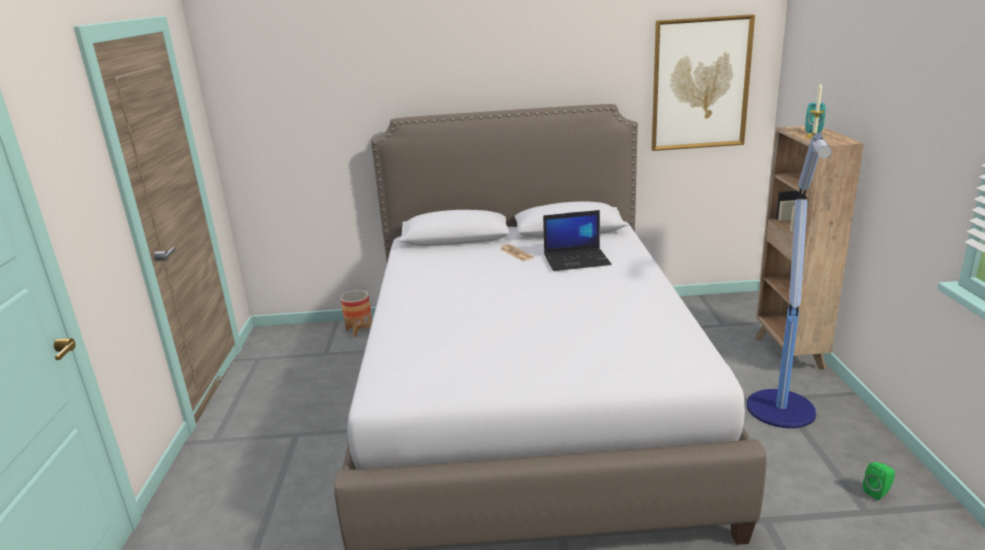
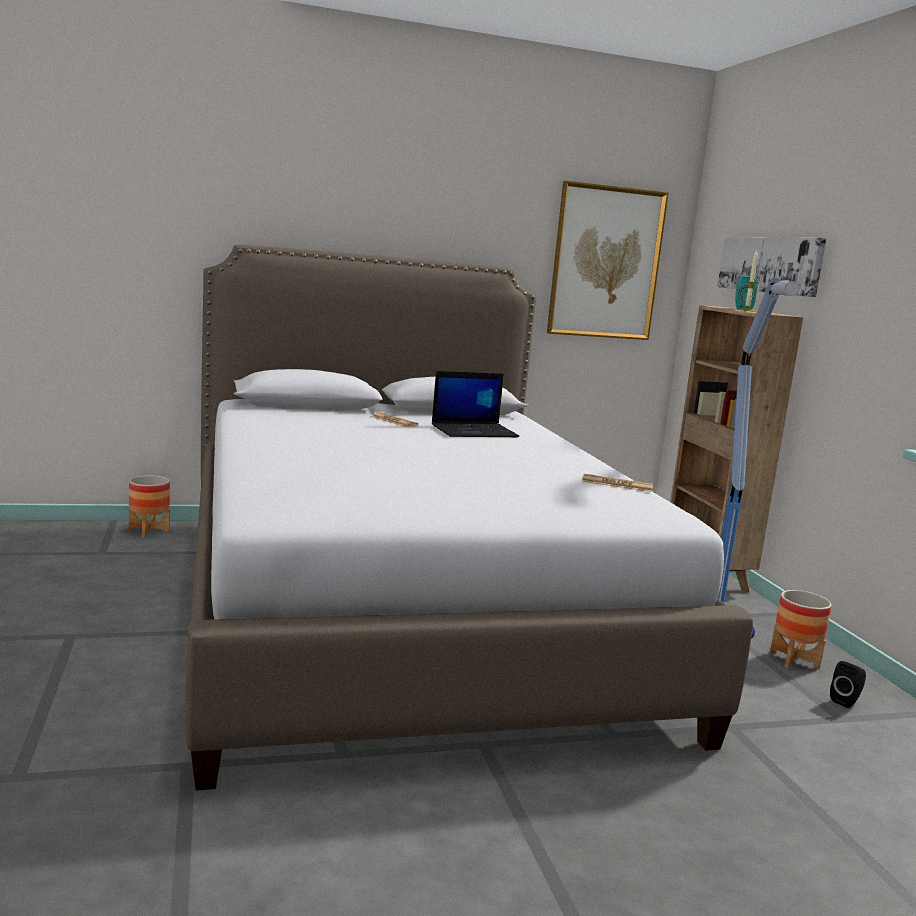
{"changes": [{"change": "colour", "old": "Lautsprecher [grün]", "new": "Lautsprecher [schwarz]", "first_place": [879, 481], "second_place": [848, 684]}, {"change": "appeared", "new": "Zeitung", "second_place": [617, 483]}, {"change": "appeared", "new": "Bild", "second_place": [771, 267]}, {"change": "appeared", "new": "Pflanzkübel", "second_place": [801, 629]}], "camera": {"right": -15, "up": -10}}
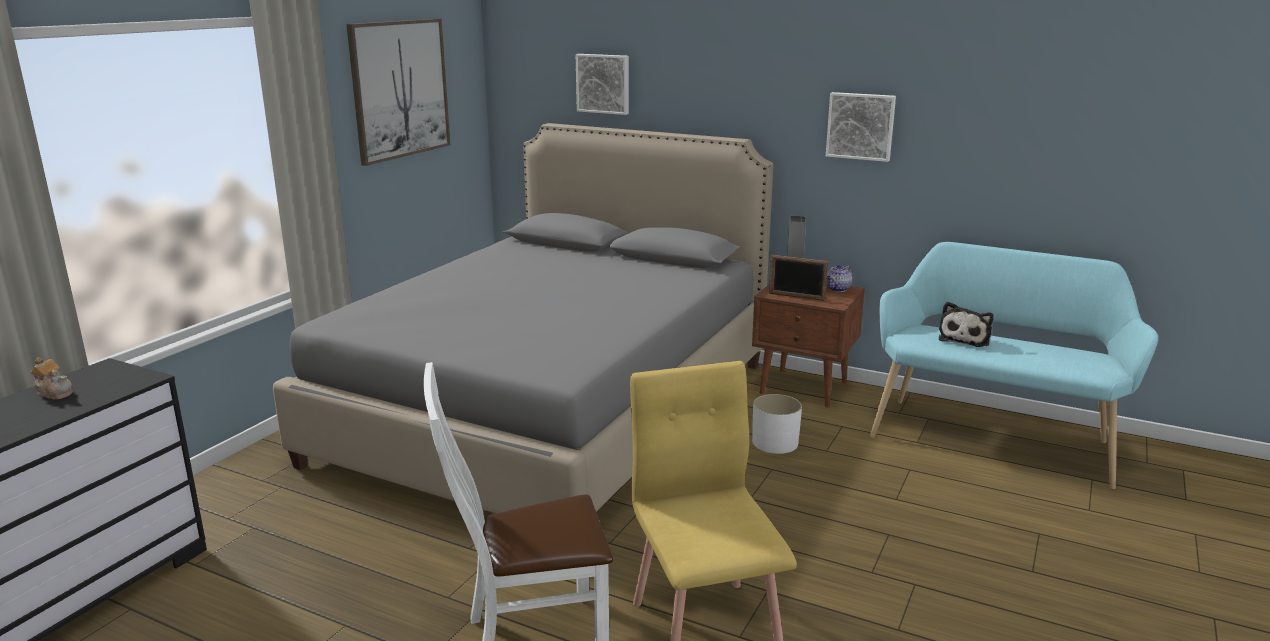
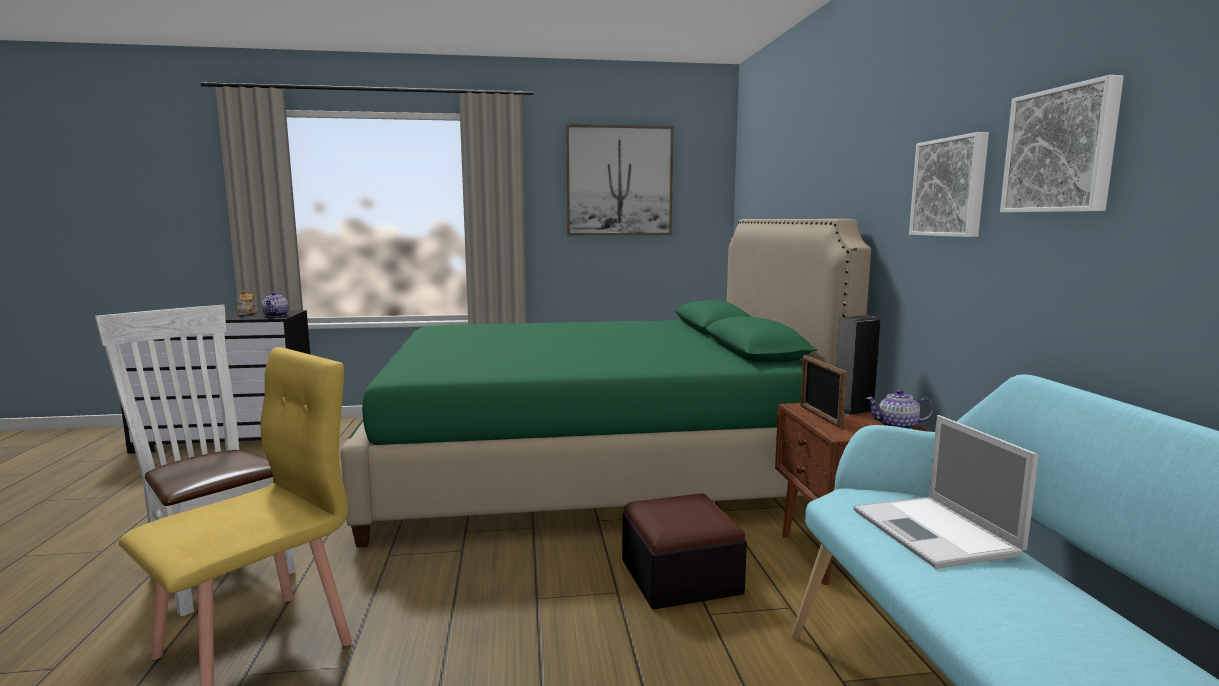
{"changes": [{"change": "colour", "old": "Bett [grau]", "new": "Bett [grün]", "first_place": [523, 318], "second_place": [605, 383]}, {"change": "relocated", "old": "Bild", "first_place": [602, 84], "second_place": [1062, 144]}, {"change": "exchanged", "old": "Pflanzkübel [weiß]", "new": "Polsterhocker", "first_place": [777, 424], "second_place": [684, 551]}, {"change": "exchanged", "old": "Plüschtier", "new": "Laptop", "first_place": [966, 324], "second_place": [946, 492]}, {"change": "appeared", "new": "Teekanne", "second_place": [275, 304]}], "camera": {"right": 55, "up": -10}}
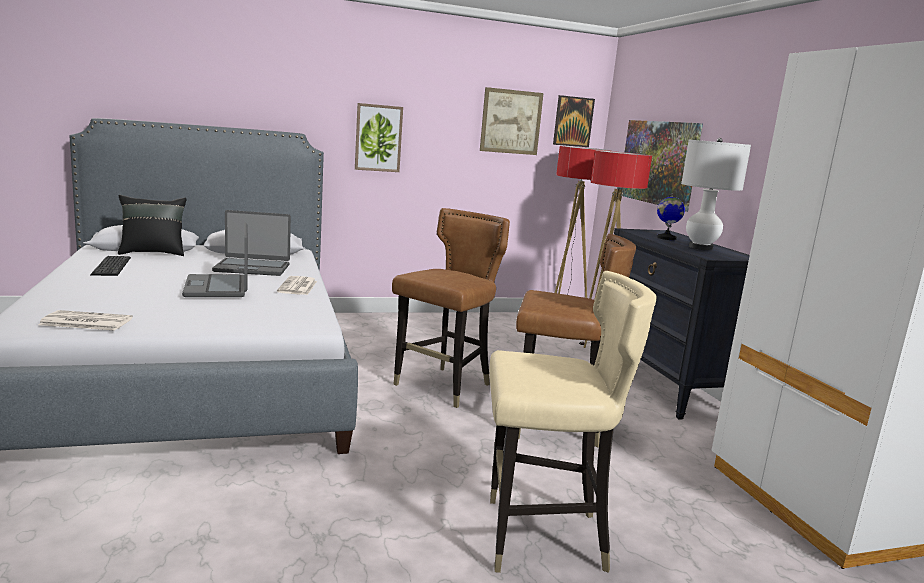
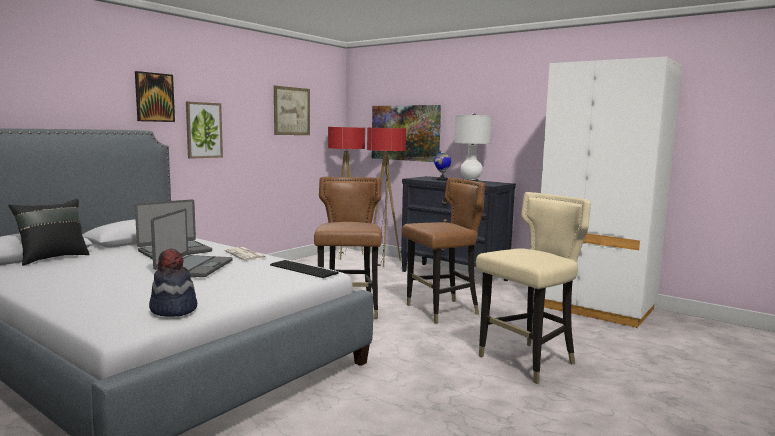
{"changes": [{"change": "exchanged", "old": "Zeitung", "new": "Hut", "first_place": [86, 320], "second_place": [173, 283]}, {"change": "relocated", "old": "Tastatur", "first_place": [110, 266], "second_place": [304, 269]}, {"change": "spun", "old": "Laptop", "first_place": [215, 260], "second_place": [192, 243], "degrees": -120}, {"change": "relocated", "old": "Bild", "first_place": [574, 121], "second_place": [155, 96]}], "camera": {"right": -35, "up": -5}}
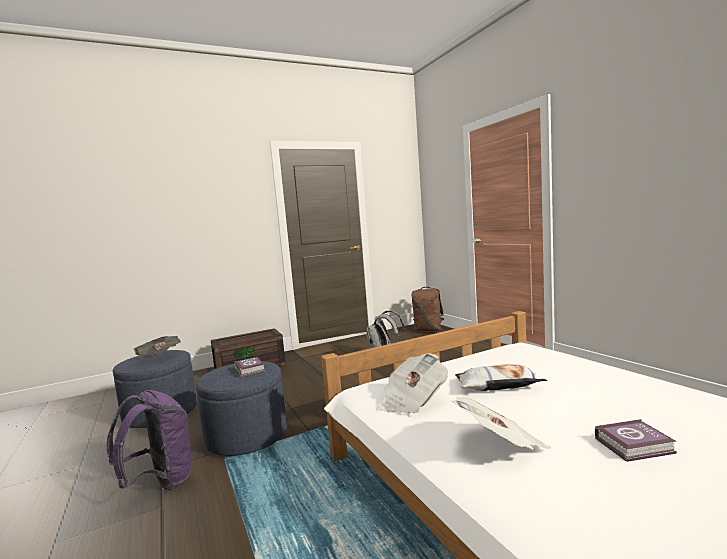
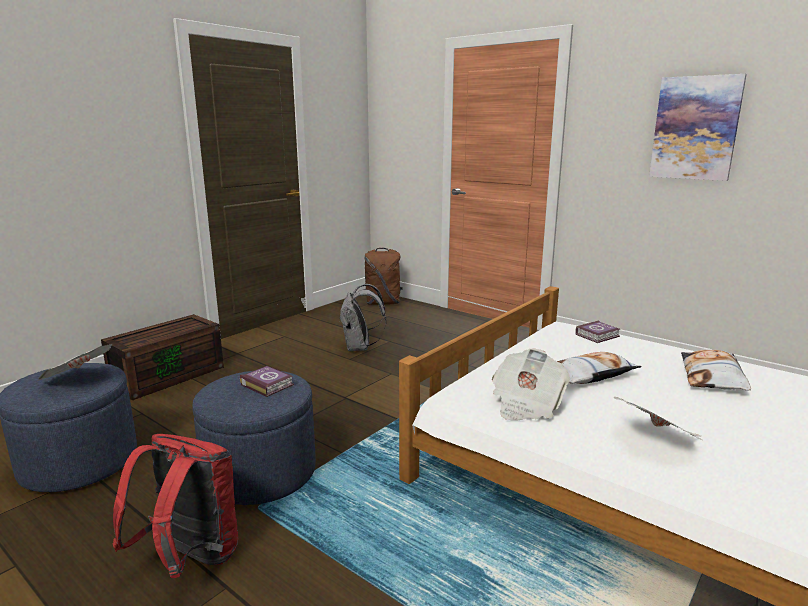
{"changes": [{"change": "colour", "old": "Rucksack [lila]", "new": "Rucksack [rot]", "first_place": [149, 440], "second_place": [175, 506]}, {"change": "relocated", "old": "Buch", "first_place": [636, 440], "second_place": [597, 332]}, {"change": "appeared", "new": "Bild", "second_place": [698, 127]}, {"change": "appeared", "new": "Kissen", "second_place": [716, 370]}], "camera": {"right": -25, "up": 10}}
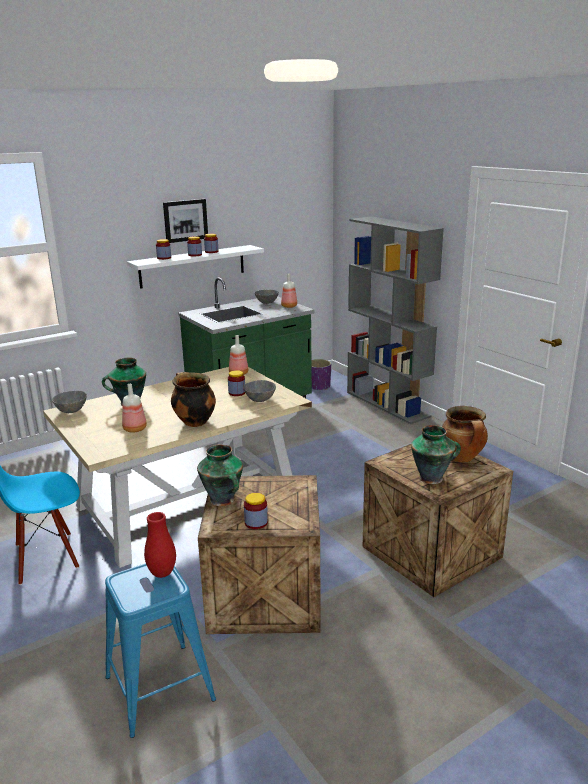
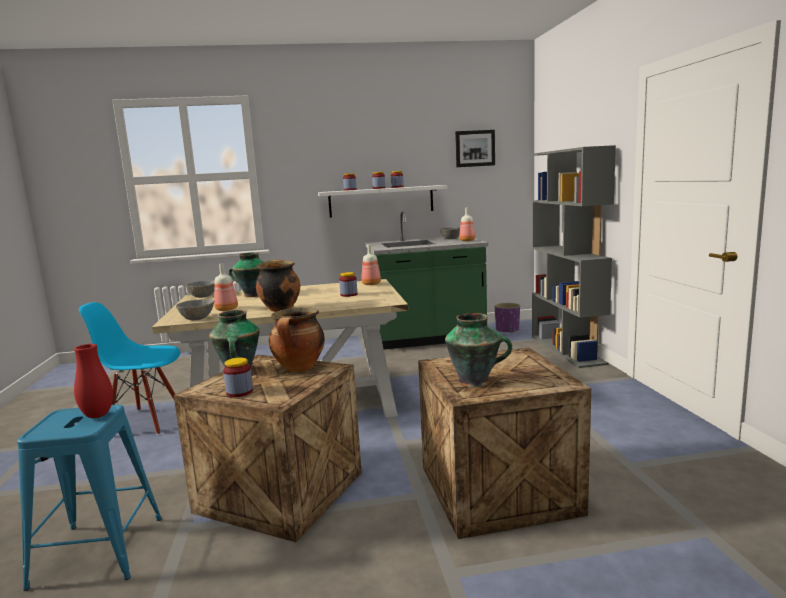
{"changes": [{"change": "relocated", "old": "Bild", "first_place": [185, 221], "second_place": [475, 148]}, {"change": "relocated", "old": "Schüssel [grau]", "first_place": [259, 391], "second_place": [195, 309]}, {"change": "relocated", "old": "Kochtopf", "first_place": [465, 434], "second_place": [297, 339]}], "camera": {"right": 25, "up": -10}}
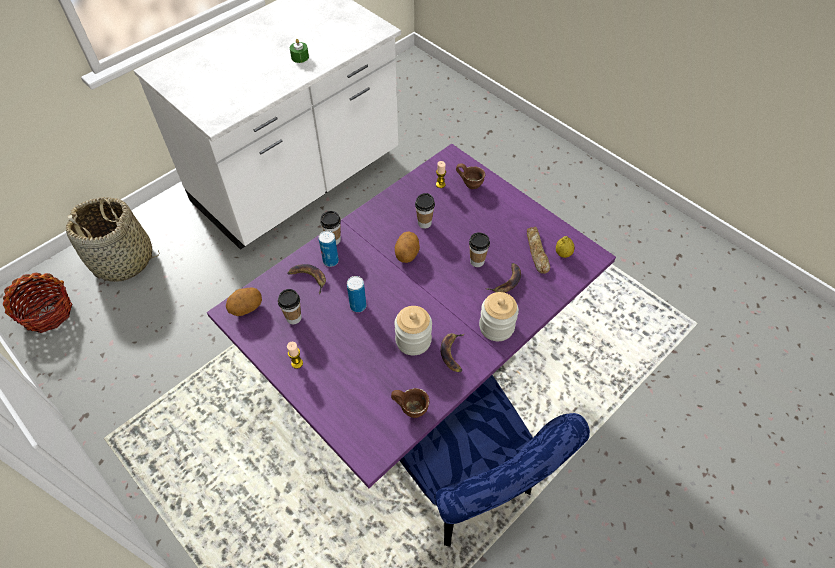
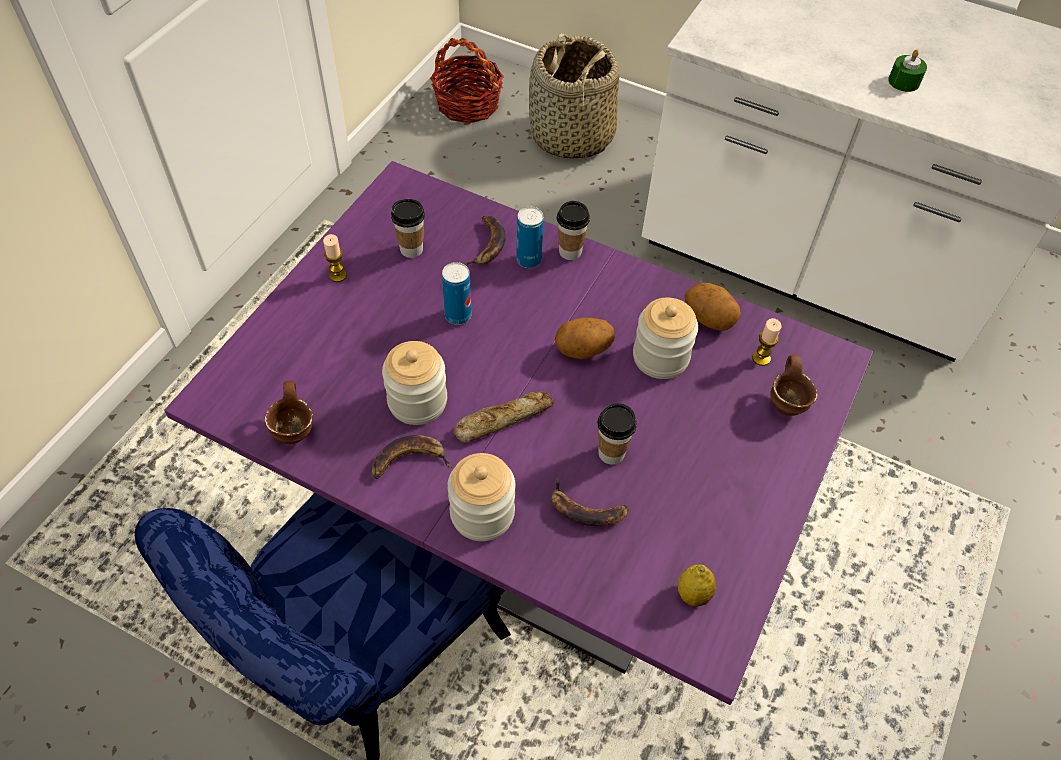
{"changes": [{"change": "relocated", "old": "Kartoffel", "first_place": [244, 301], "second_place": [712, 307]}, {"change": "exchanged", "old": "Tasse", "new": "Vorratsglas", "first_place": [425, 211], "second_place": [665, 338]}, {"change": "relocated", "old": "Brot", "first_place": [538, 250], "second_place": [503, 417]}], "camera": {"right": 70, "up": 0}}
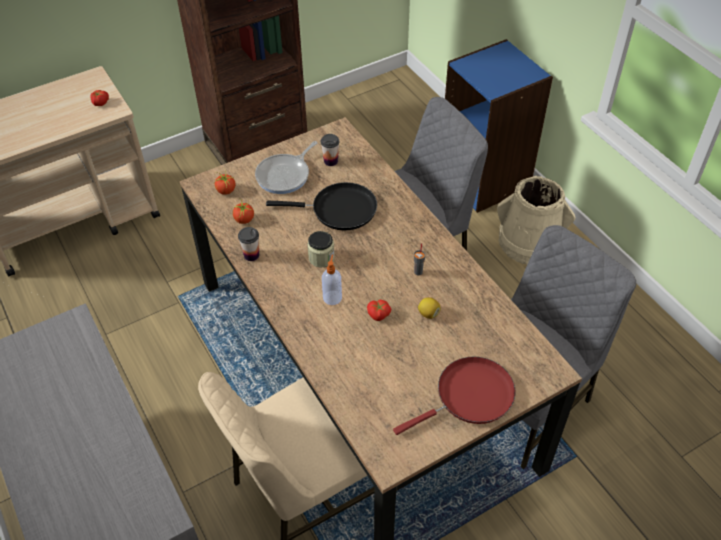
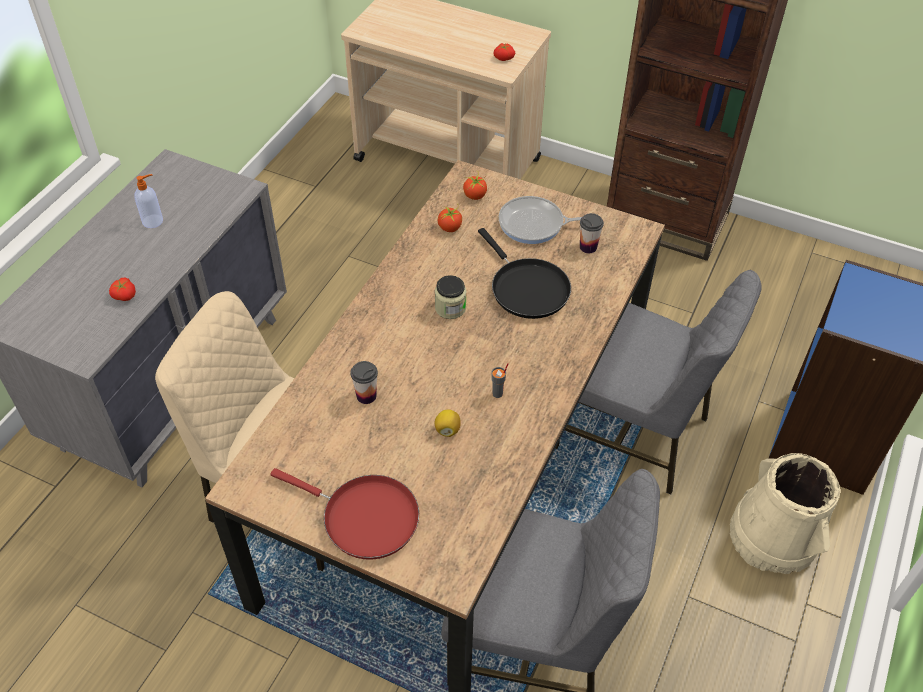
{"changes": [{"change": "relocated", "old": "Tasse", "first_place": [248, 244], "second_place": [364, 382]}, {"change": "relocated", "old": "Seifenspender", "first_place": [332, 280], "second_place": [148, 201]}, {"change": "relocated", "old": "Tomate", "first_place": [379, 310], "second_place": [122, 289]}], "camera": {"right": 55, "up": 0}}
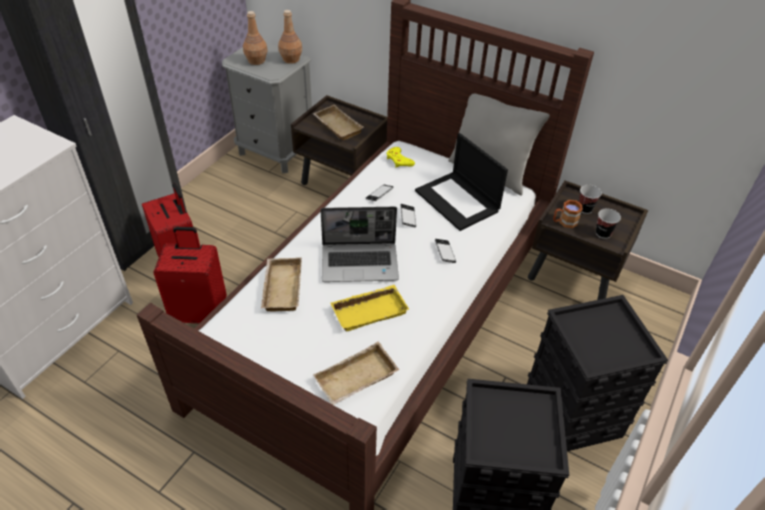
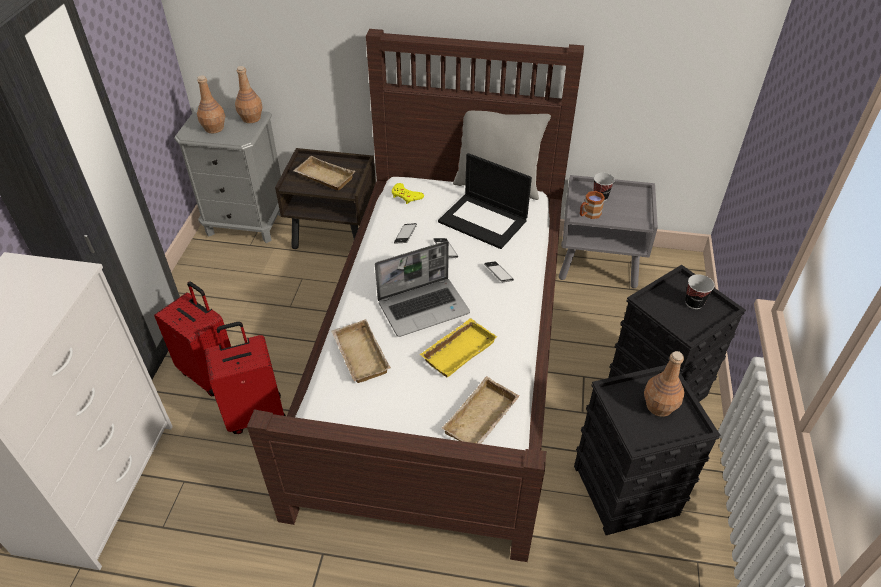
{"changes": [{"change": "colour", "old": "Nachttisch [braun]", "new": "Nachttisch [grau]", "first_place": [588, 240], "second_place": [608, 231]}, {"change": "relocated", "old": "Tasse", "first_place": [608, 223], "second_place": [699, 291]}, {"change": "appeared", "new": "Flasche [braun]", "second_place": [664, 384]}], "camera": {"right": -20, "up": 0}}
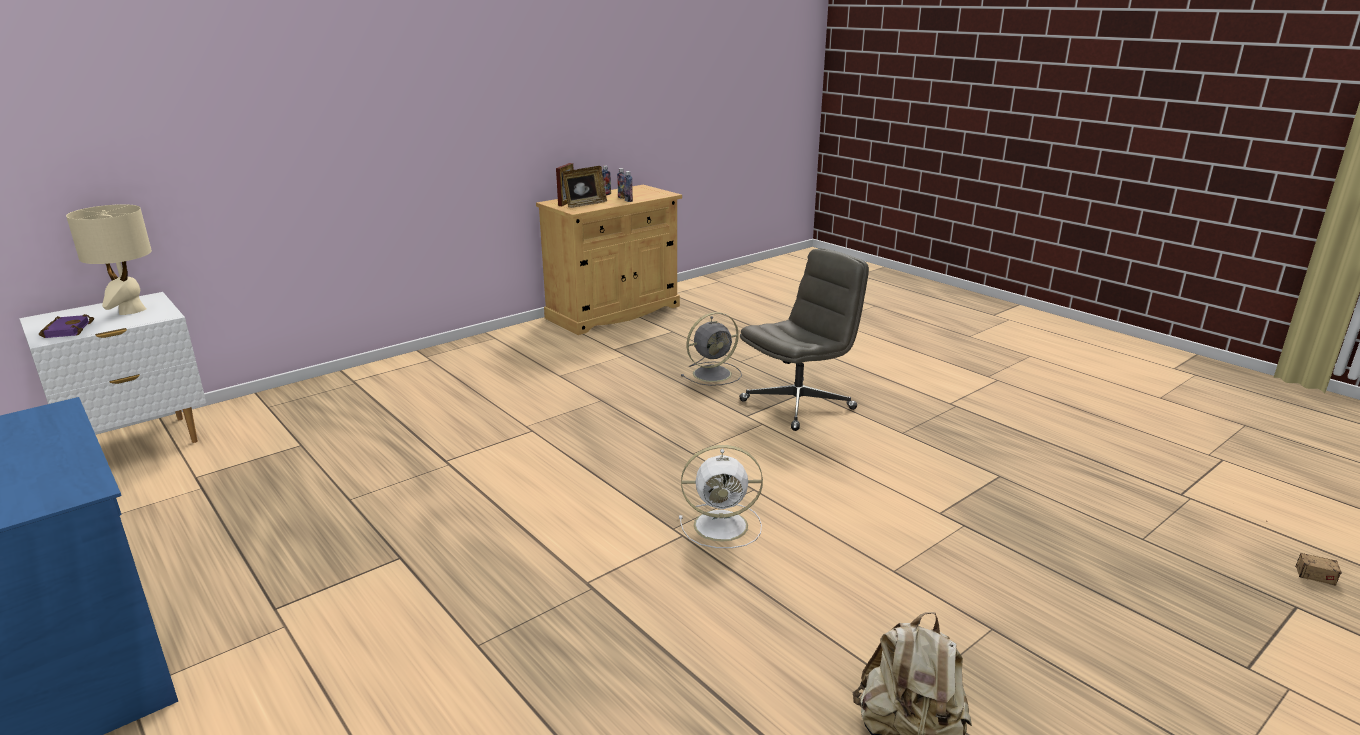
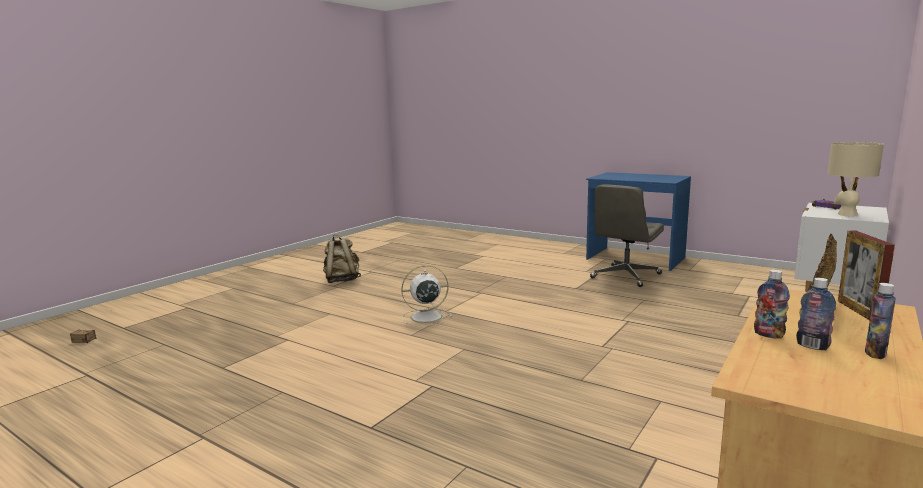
{"changes": [{"change": "missing", "old": "Ventilator [grau]", "first_place": [711, 349]}, {"change": "relocated", "old": "Bürostuhl [grau]", "first_place": [804, 339], "second_place": [627, 236]}], "camera": {"right": 165, "up": -10}}
